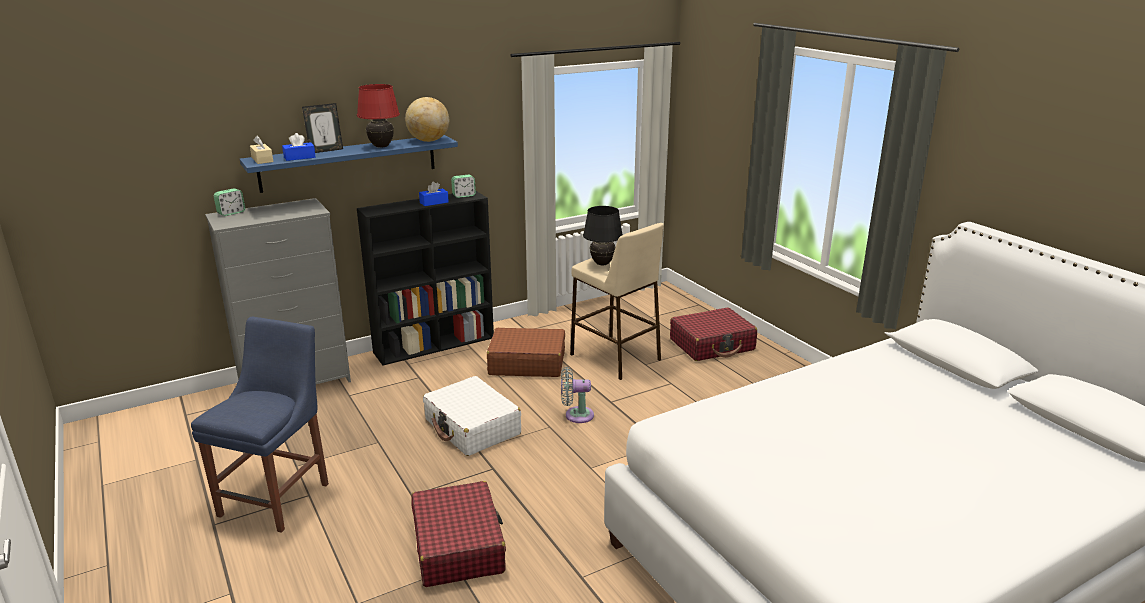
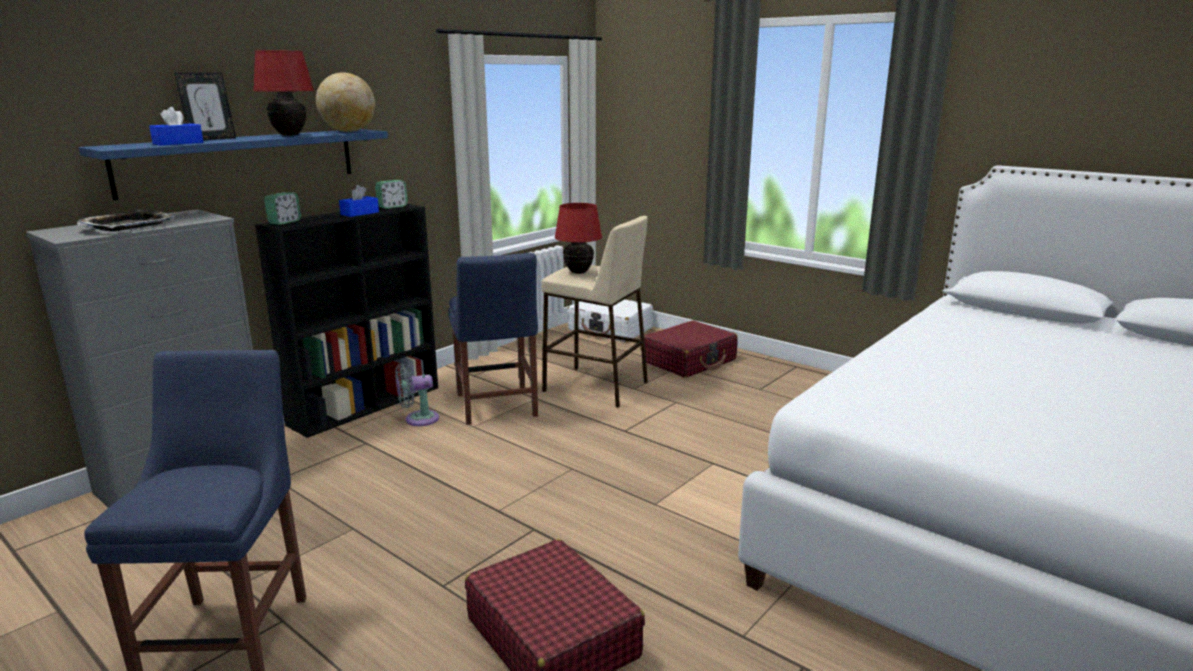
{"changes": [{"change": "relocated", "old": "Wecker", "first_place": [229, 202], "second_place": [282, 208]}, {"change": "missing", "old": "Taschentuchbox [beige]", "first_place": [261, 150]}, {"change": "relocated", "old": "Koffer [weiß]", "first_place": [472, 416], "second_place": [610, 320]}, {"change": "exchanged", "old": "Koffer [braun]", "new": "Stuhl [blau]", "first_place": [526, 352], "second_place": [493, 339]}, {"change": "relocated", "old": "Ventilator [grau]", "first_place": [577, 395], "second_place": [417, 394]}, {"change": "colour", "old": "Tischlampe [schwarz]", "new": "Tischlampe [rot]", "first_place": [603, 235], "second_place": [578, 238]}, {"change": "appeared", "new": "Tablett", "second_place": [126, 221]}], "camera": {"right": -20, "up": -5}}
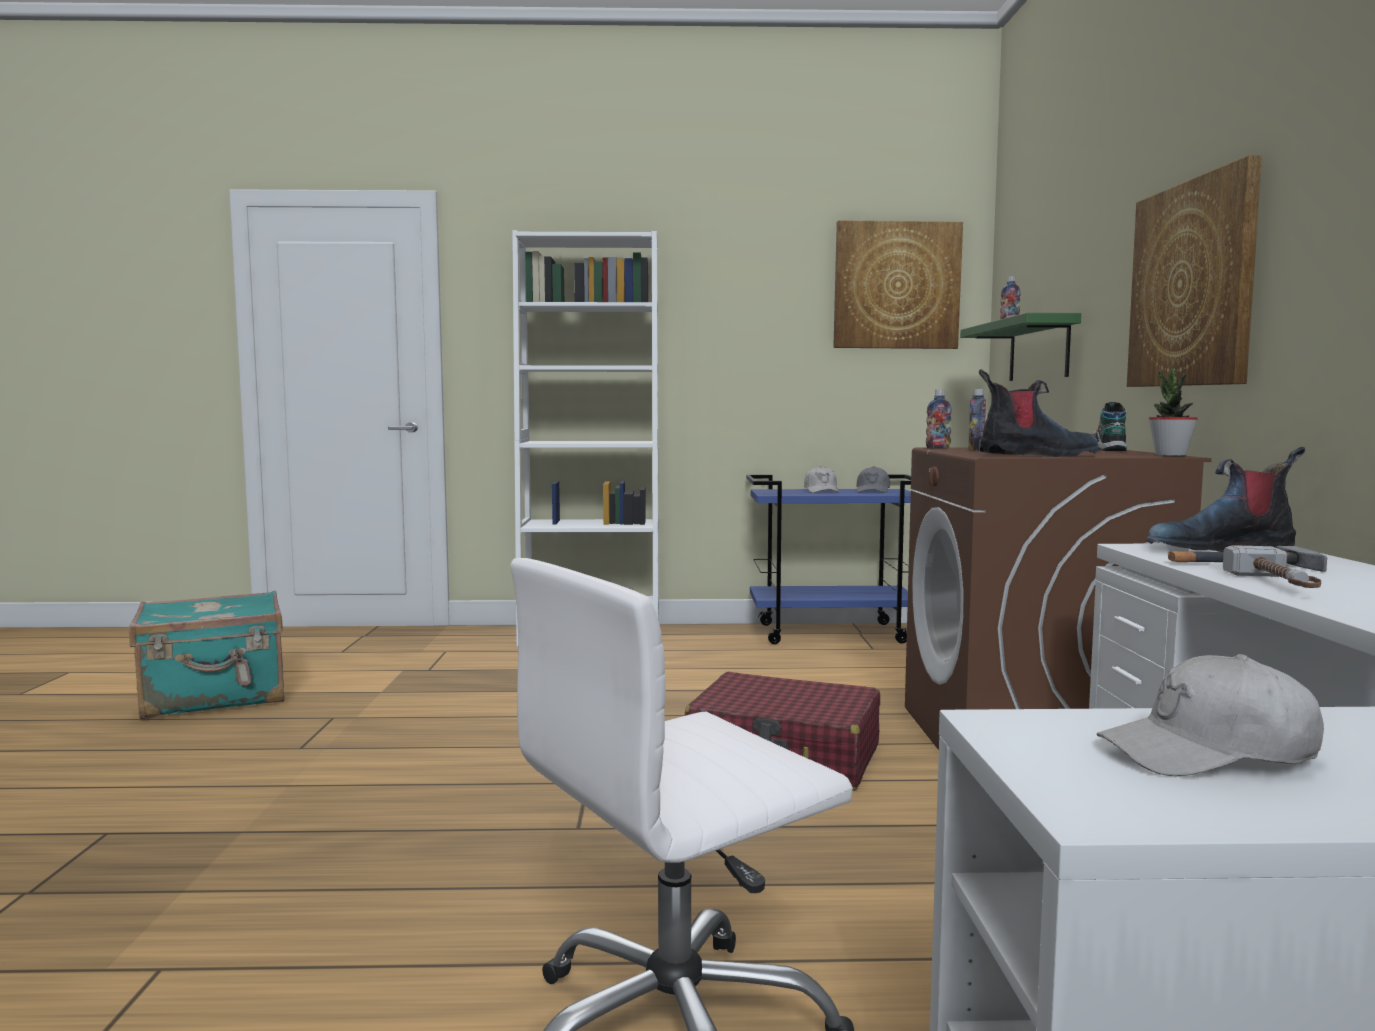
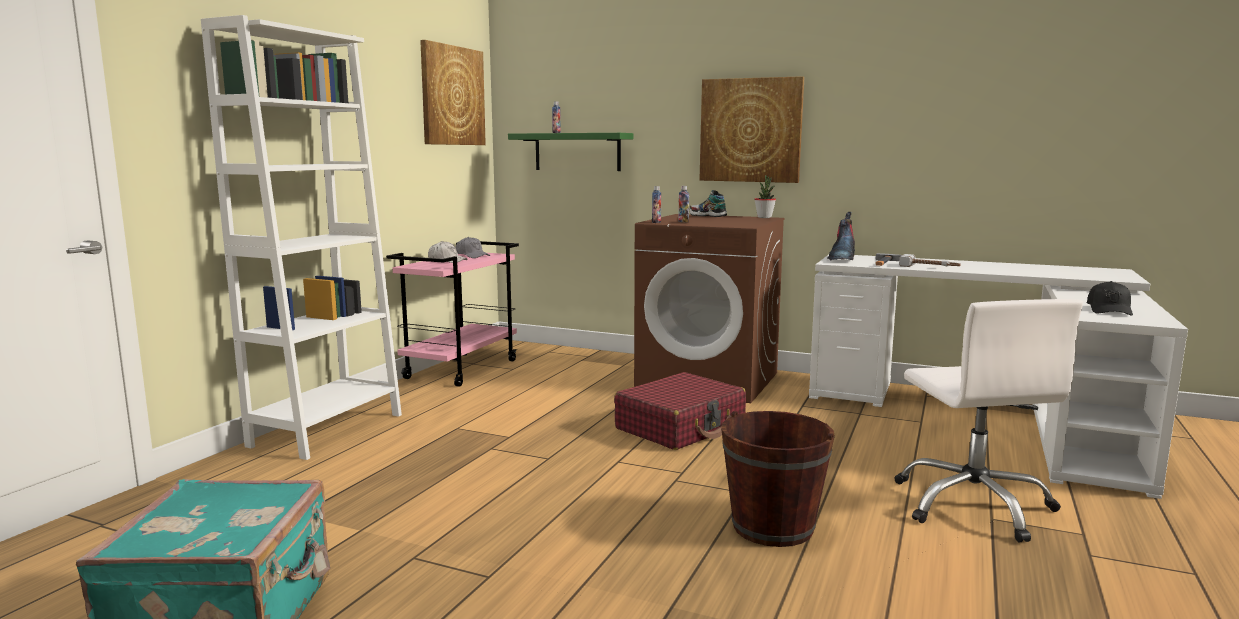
{"changes": [{"change": "colour", "old": "Rollwagen [blau]", "new": "Rollwagen [rosa]", "first_place": [828, 559], "second_place": [452, 314]}, {"change": "missing", "old": "Stiefel", "first_place": [1039, 413]}, {"change": "colour", "old": "Kappe [weiß]", "new": "Kappe [schwarz]", "first_place": [1210, 715], "second_place": [1110, 298]}, {"change": "appeared", "new": "Eimer [braun]", "second_place": [778, 479]}], "camera": {"right": -65, "up": 5}}
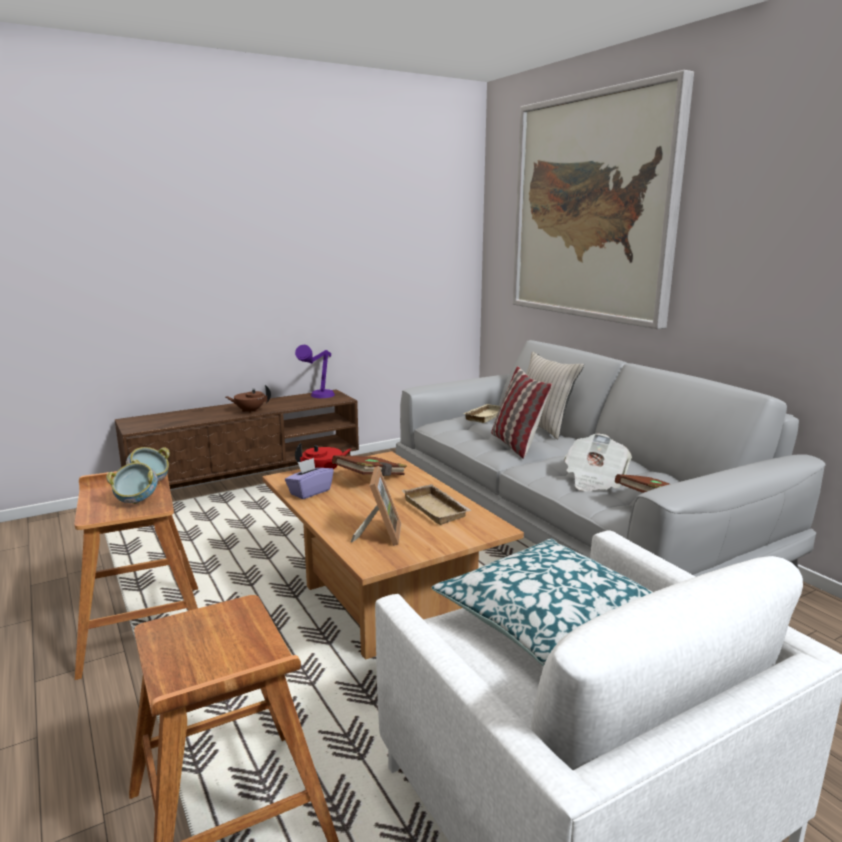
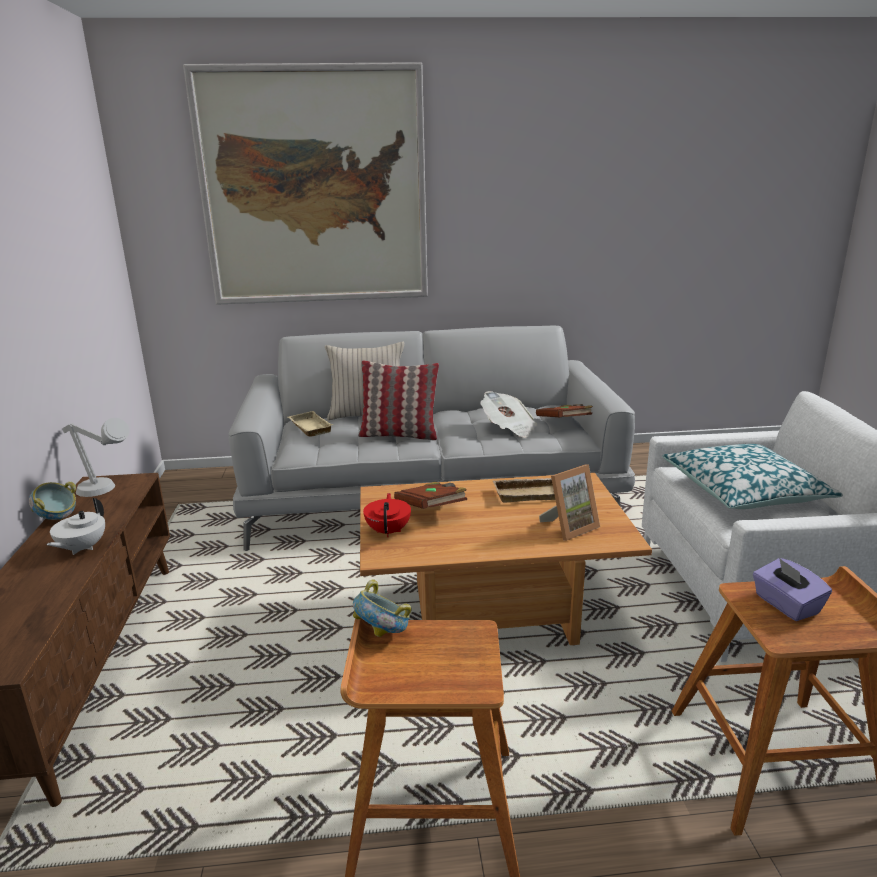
{"changes": [{"change": "relocated", "old": "Schüssel", "first_place": [132, 483], "second_place": [52, 501]}, {"change": "colour", "old": "Teekanne [braun]", "new": "Teekanne [weiß]", "first_place": [248, 399], "second_place": [75, 526]}, {"change": "relocated", "old": "Taschentuchbox [lila]", "first_place": [309, 478], "second_place": [792, 589]}, {"change": "colour", "old": "Tischlampe [lila]", "new": "Tischlampe [grau]", "first_place": [315, 371], "second_place": [95, 457]}, {"change": "spun", "old": "Bilderrahmen", "first_place": [376, 506], "second_place": [569, 502], "degrees": 120}], "camera": {"right": -65, "up": 5}}
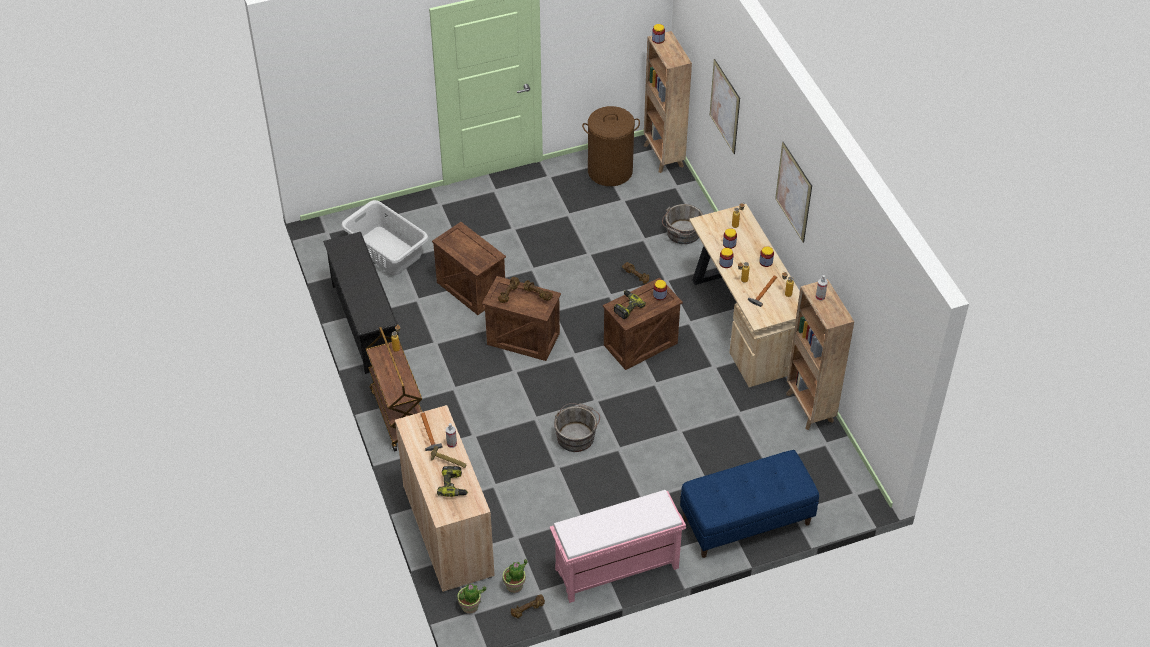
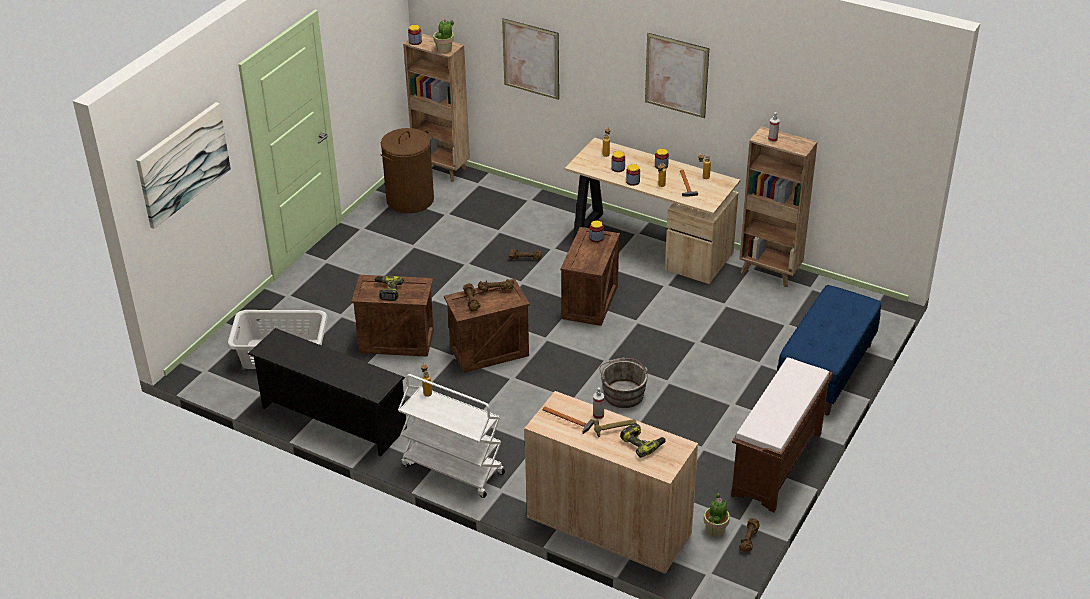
{"changes": [{"change": "colour", "old": "Rollwagen [braun]", "new": "Rollwagen [weiß]", "first_place": [394, 389], "second_place": [451, 436]}, {"change": "relocated", "old": "Topfpflanze", "first_place": [471, 599], "second_place": [443, 36]}, {"change": "colour", "old": "Bank [rosa]", "new": "Bank [braun]", "first_place": [618, 546], "second_place": [782, 435]}, {"change": "relocated", "old": "Bohrmaschine", "first_place": [630, 304], "second_place": [389, 288]}, {"change": "missing", "old": "Eimer [grau]", "first_place": [682, 224]}, {"change": "appeared", "new": "Bild", "second_place": [183, 165]}], "camera": {"right": -40, "up": -10}}
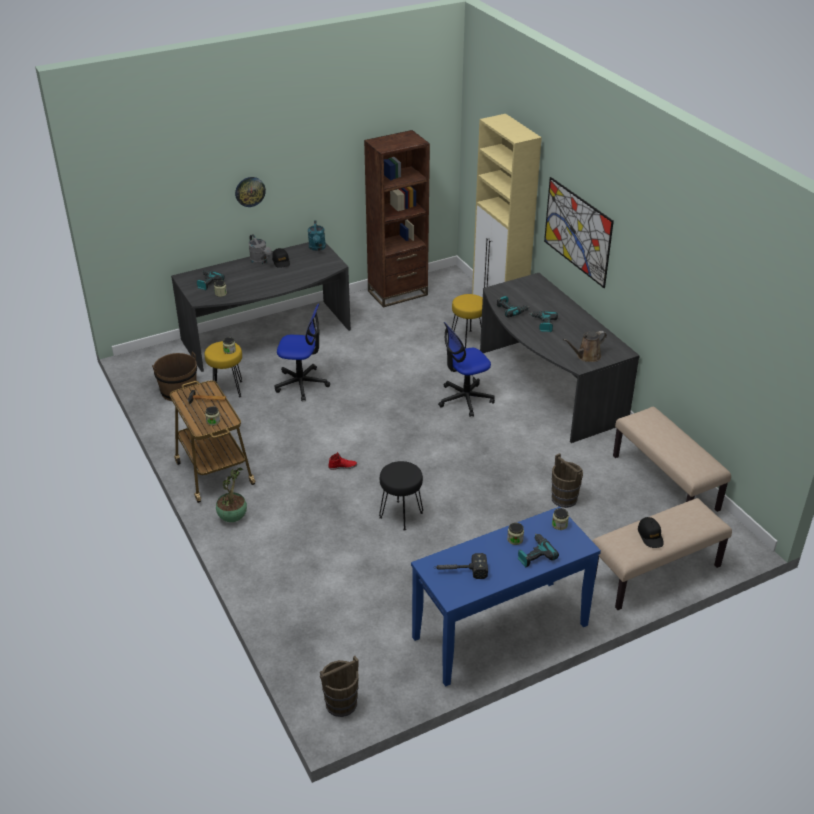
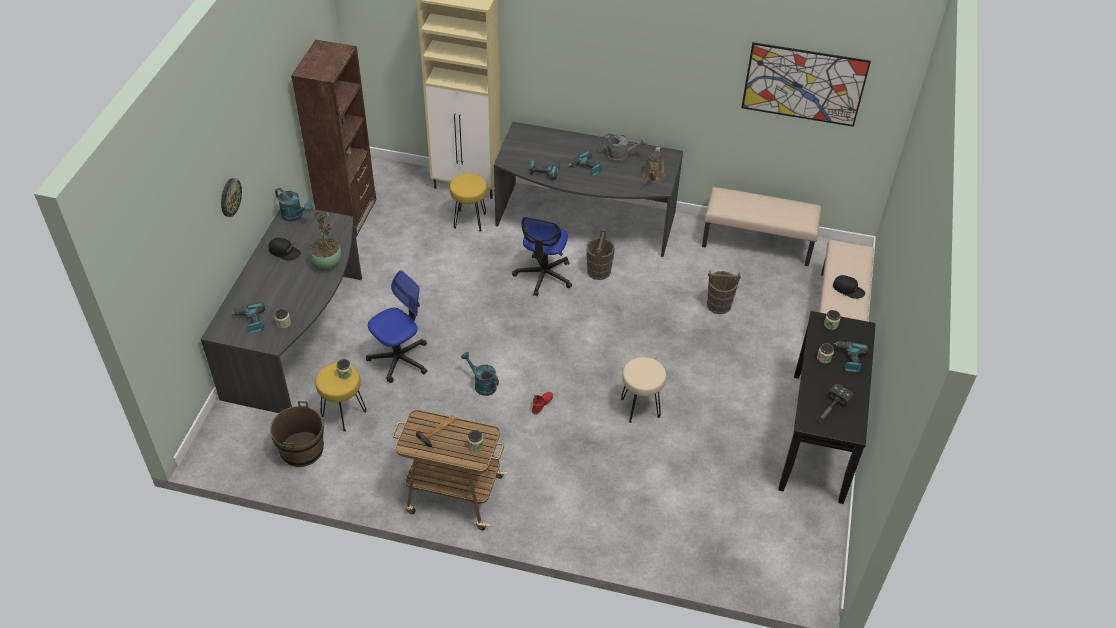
{"changes": [{"change": "relocated", "old": "Topfpflanze", "first_place": [231, 494], "second_place": [325, 240]}, {"change": "relocated", "old": "Gießkanne [grau]", "first_place": [260, 249], "second_place": [625, 148]}, {"change": "relocated", "old": "Eimer [braun]", "first_place": [339, 686], "second_place": [600, 254]}, {"change": "colour", "old": "Hocker [schwarz]", "new": "Hocker [beige]", "first_place": [401, 496], "second_place": [643, 390]}, {"change": "colour", "old": "Konsolentisch [blau]", "new": "Konsolentisch [schwarz]", "first_place": [506, 596], "second_place": [827, 407]}, {"change": "relocated", "old": "Bild", "first_place": [579, 232], "second_place": [806, 84]}, {"change": "appeared", "new": "Gießkanne [türkis]", "second_place": [480, 374]}], "camera": {"right": -50, "up": 10}}
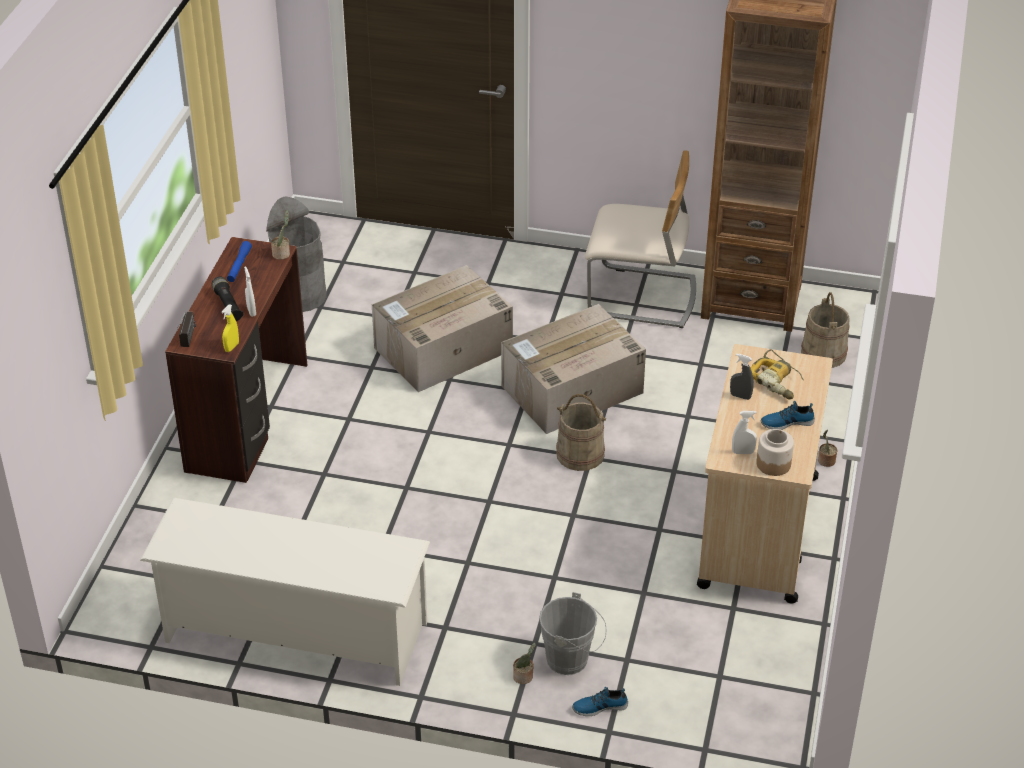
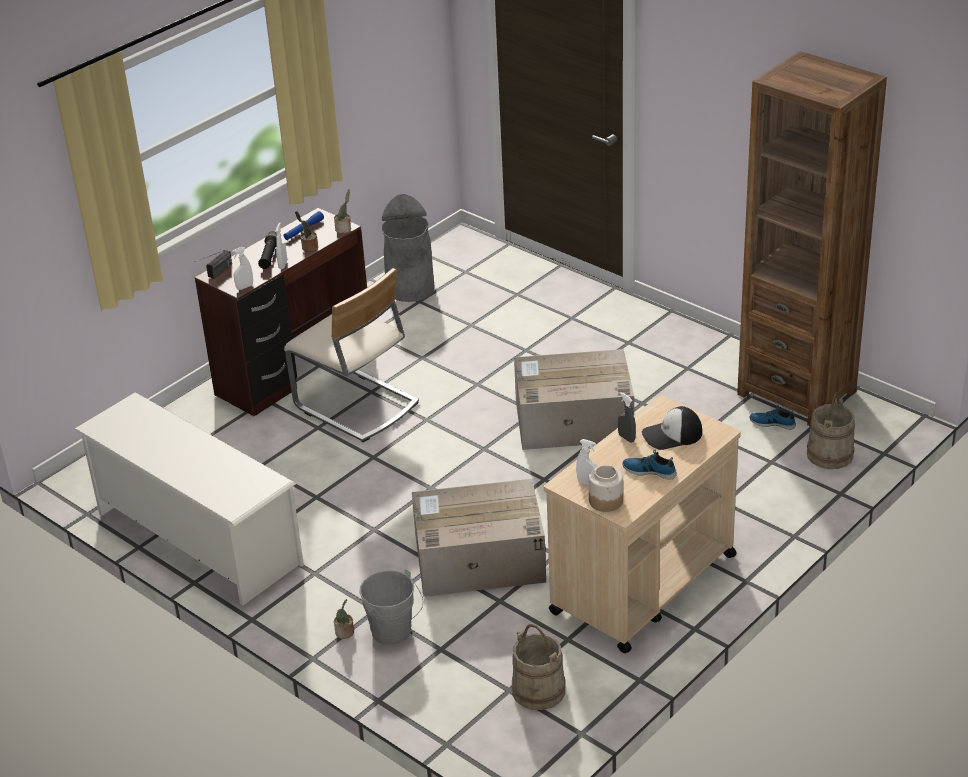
{"changes": [{"change": "colour", "old": "Sprühflasche [gelb]", "new": "Sprühflasche [weiß]", "first_place": [230, 328], "second_place": [242, 268]}, {"change": "relocated", "old": "Karton", "first_place": [442, 328], "second_place": [479, 537]}, {"change": "relocated", "old": "Eimer [beige]", "first_place": [581, 432], "second_place": [538, 667]}, {"change": "relocated", "old": "Schuh", "first_place": [600, 701], "second_place": [773, 417]}, {"change": "relocated", "old": "Stuhl [beige]", "first_place": [640, 239], "second_place": [351, 355]}, {"change": "exchanged", "old": "Bohrmaschine", "new": "Kappe", "first_place": [777, 374], "second_place": [672, 428]}, {"change": "relocated", "old": "Topfpflanze", "first_place": [827, 448], "second_place": [306, 231]}], "camera": {"right": 30, "up": -5}}
